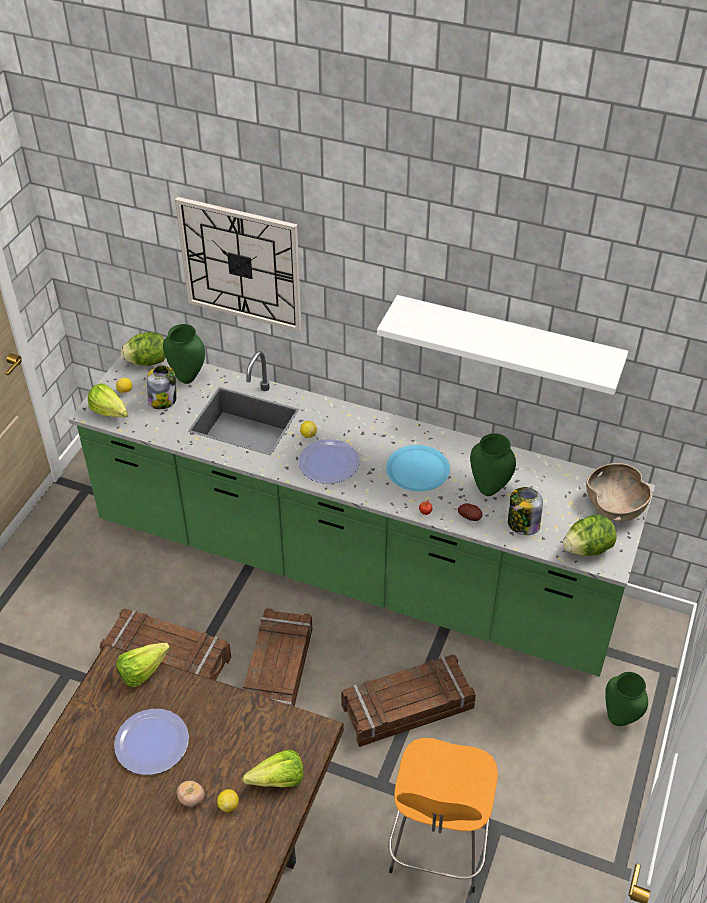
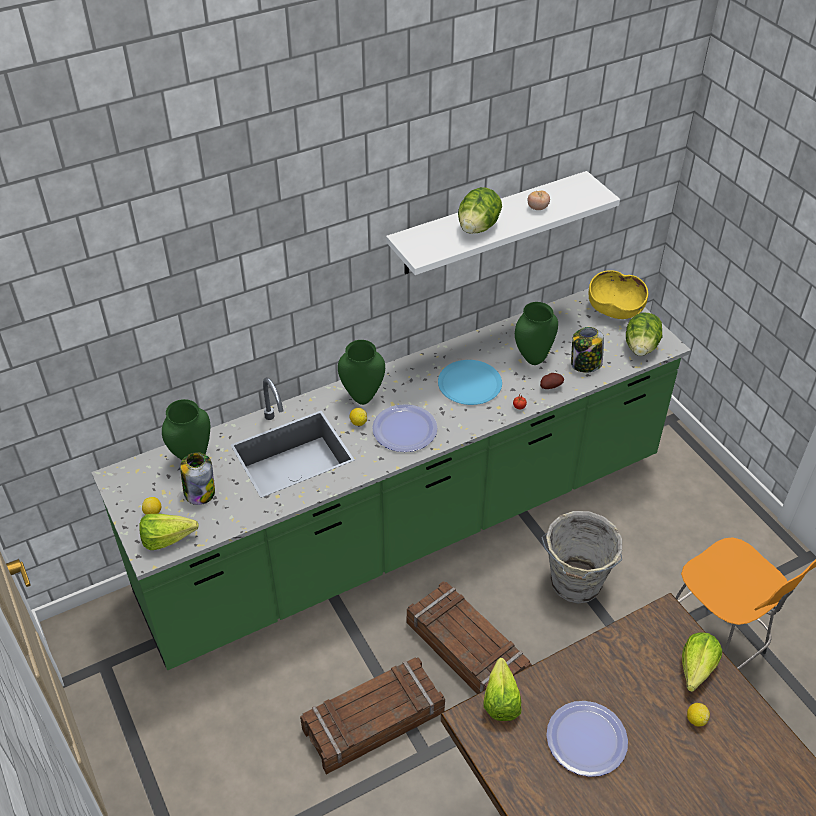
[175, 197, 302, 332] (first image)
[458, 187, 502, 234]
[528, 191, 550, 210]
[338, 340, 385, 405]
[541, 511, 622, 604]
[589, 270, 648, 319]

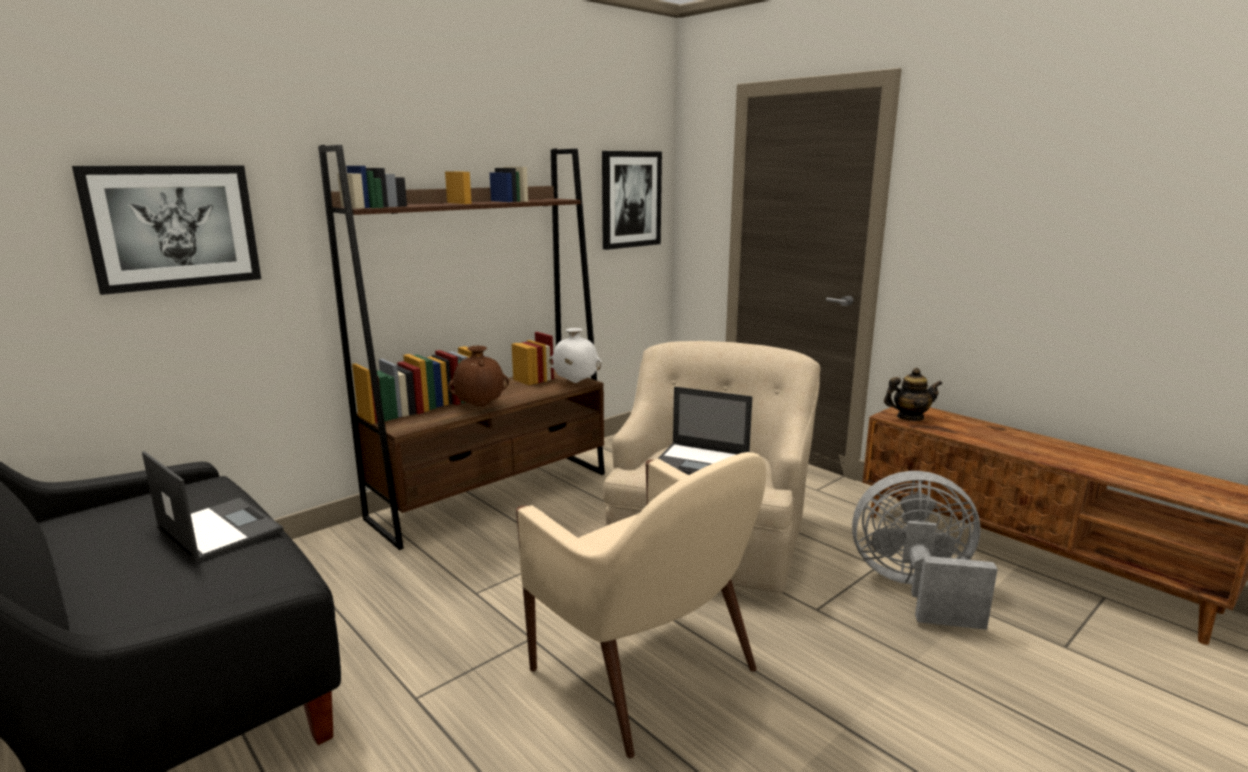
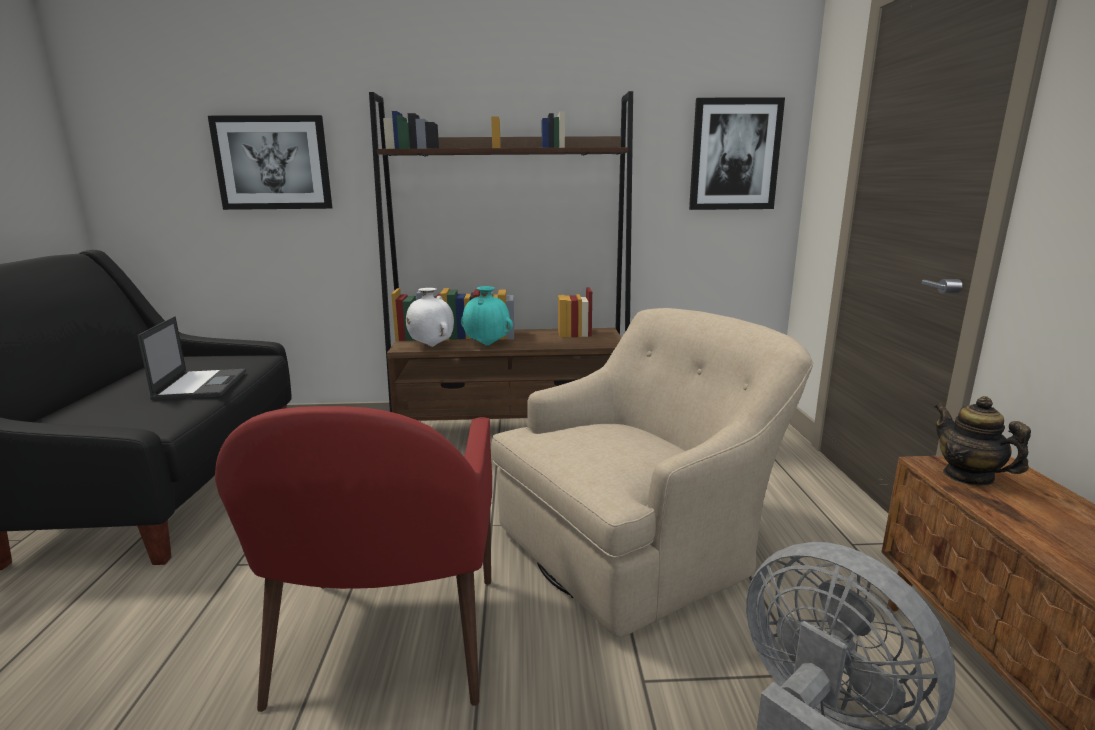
[658, 386, 753, 475] (first image)
[406, 288, 454, 347]
[461, 286, 513, 346]
[215, 406, 492, 712]
[935, 396, 1031, 486]

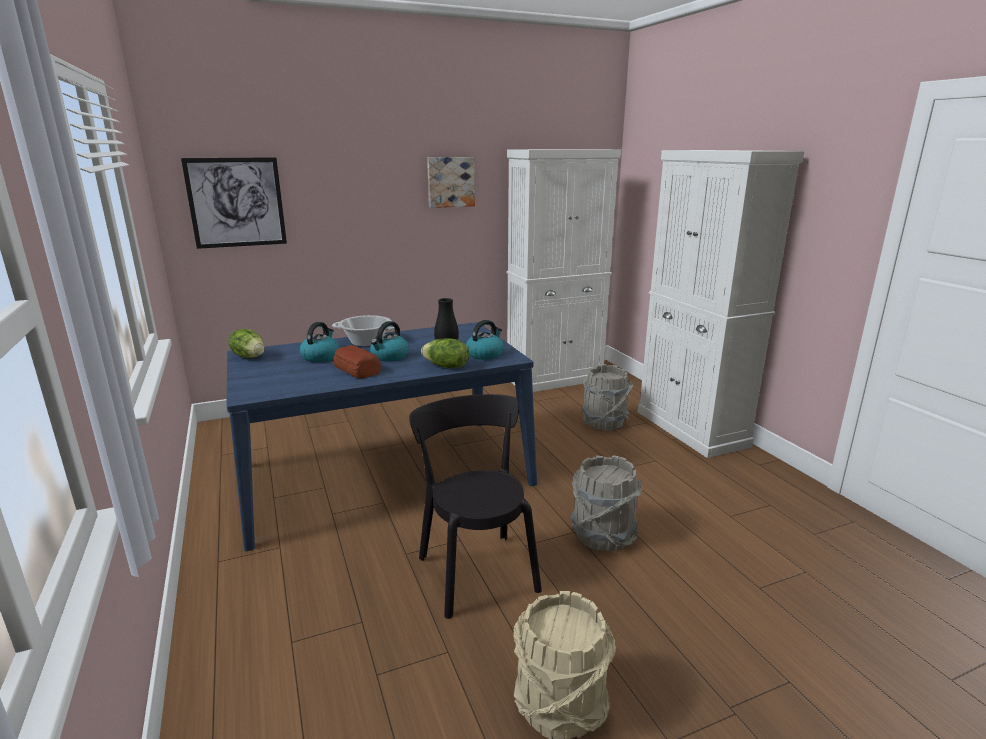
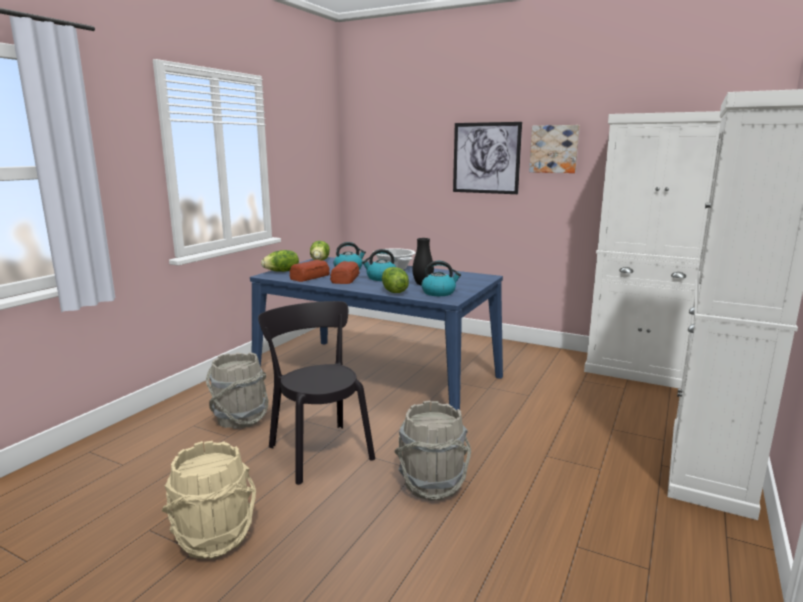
[261, 250, 299, 272]
[290, 260, 330, 282]
[453, 122, 522, 194]
[206, 352, 269, 429]
[258, 301, 375, 485]

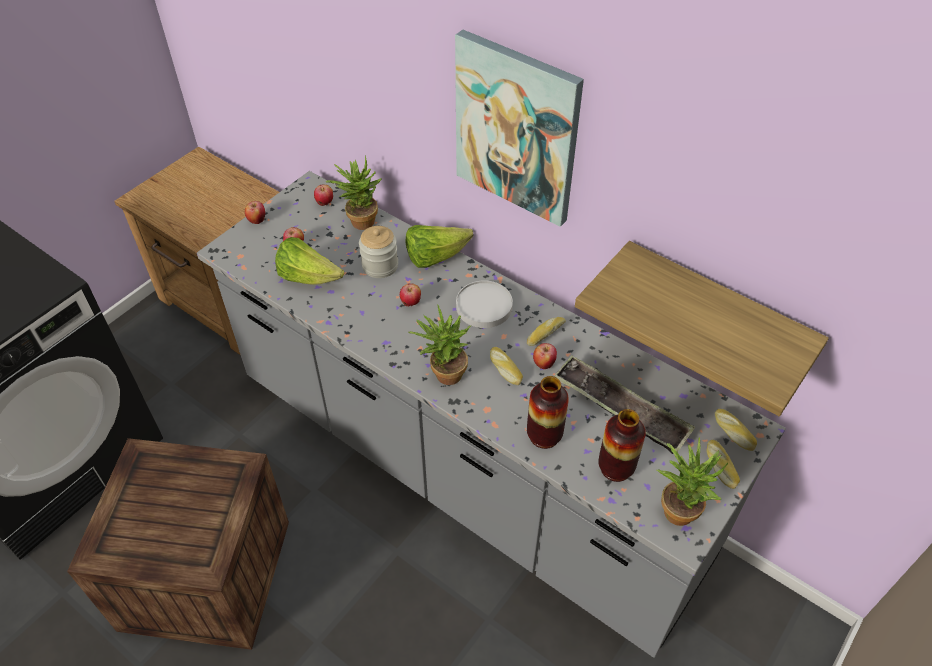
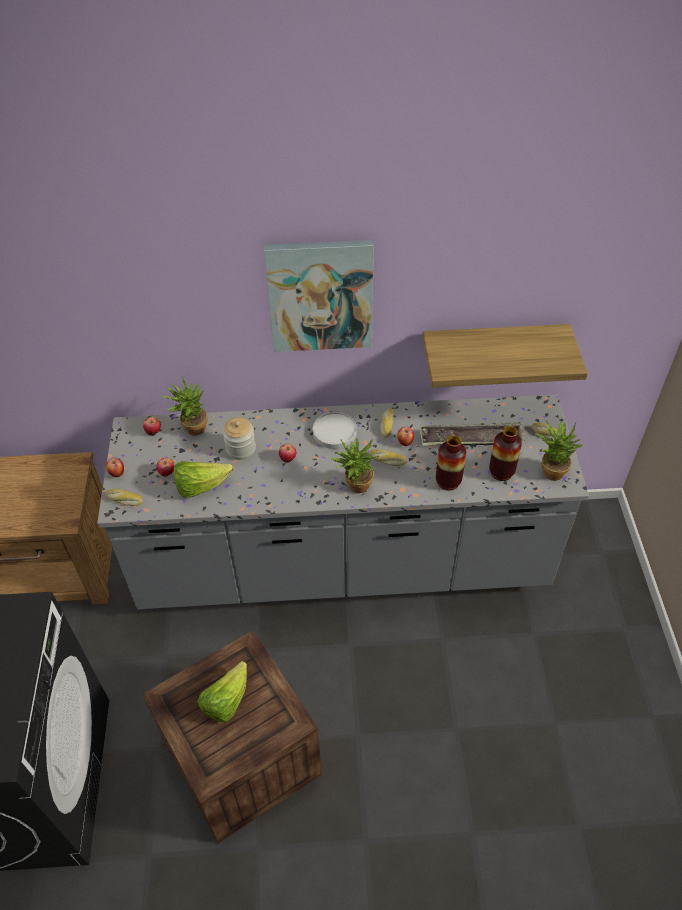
[198, 661, 247, 722]
[106, 489, 143, 506]

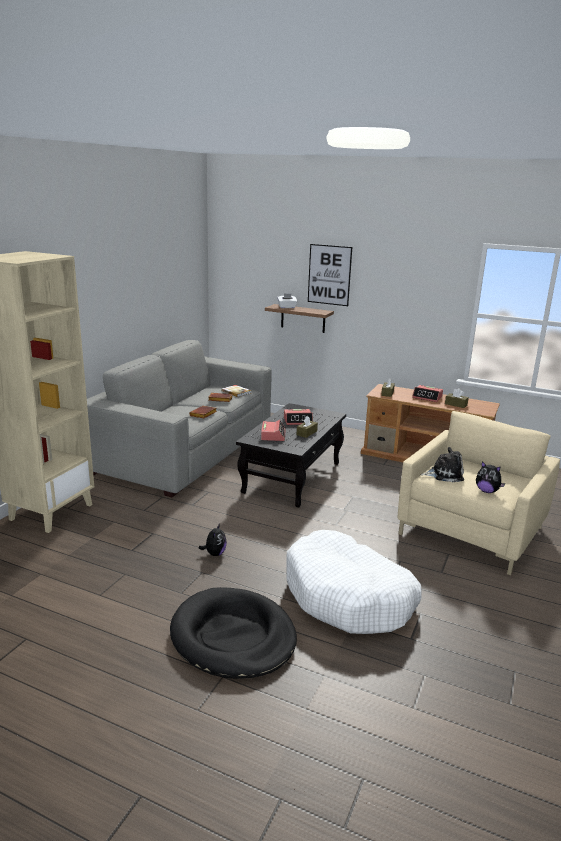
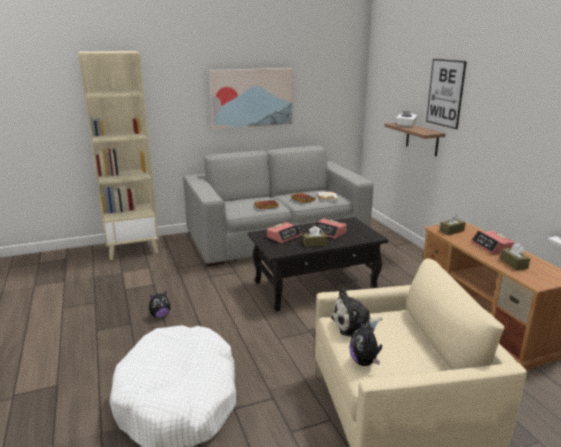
[170, 587, 297, 679] (first image)
[209, 68, 293, 129]
[331, 288, 382, 337]

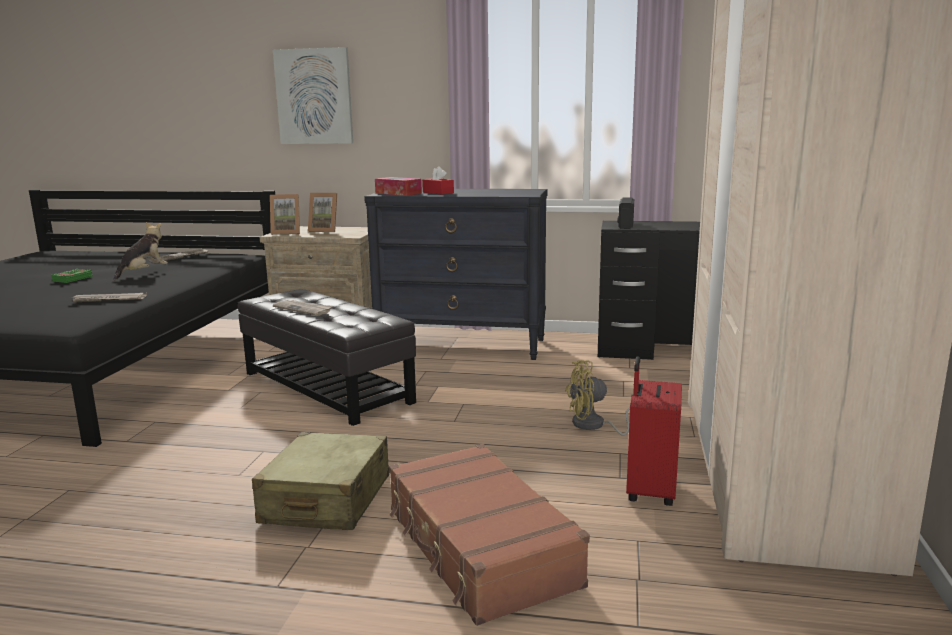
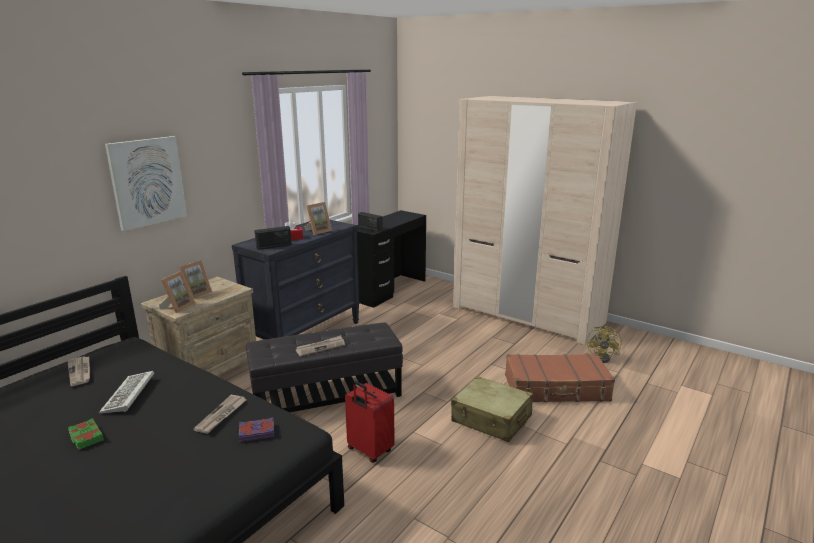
[238, 418, 274, 442]
[305, 202, 332, 235]
[586, 325, 622, 363]
[345, 381, 395, 463]
[99, 371, 154, 413]
[254, 226, 292, 250]

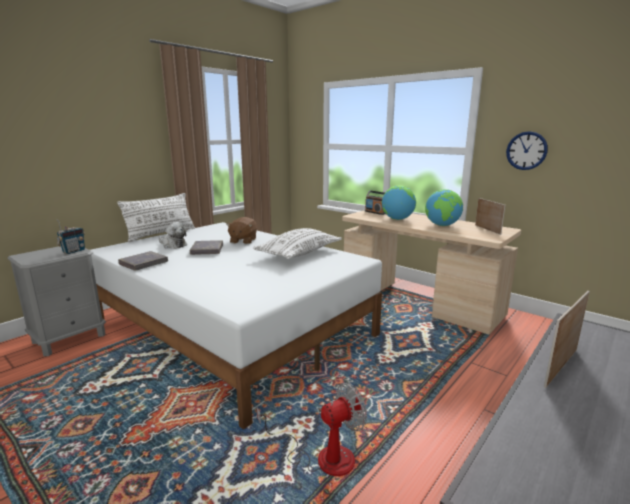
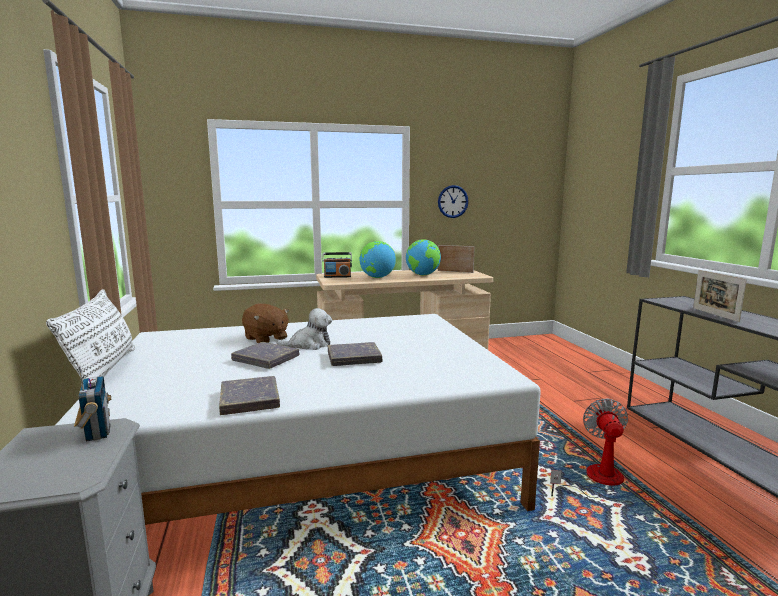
[253, 228, 342, 259] (first image)
[328, 342, 383, 366]
[277, 308, 332, 350]

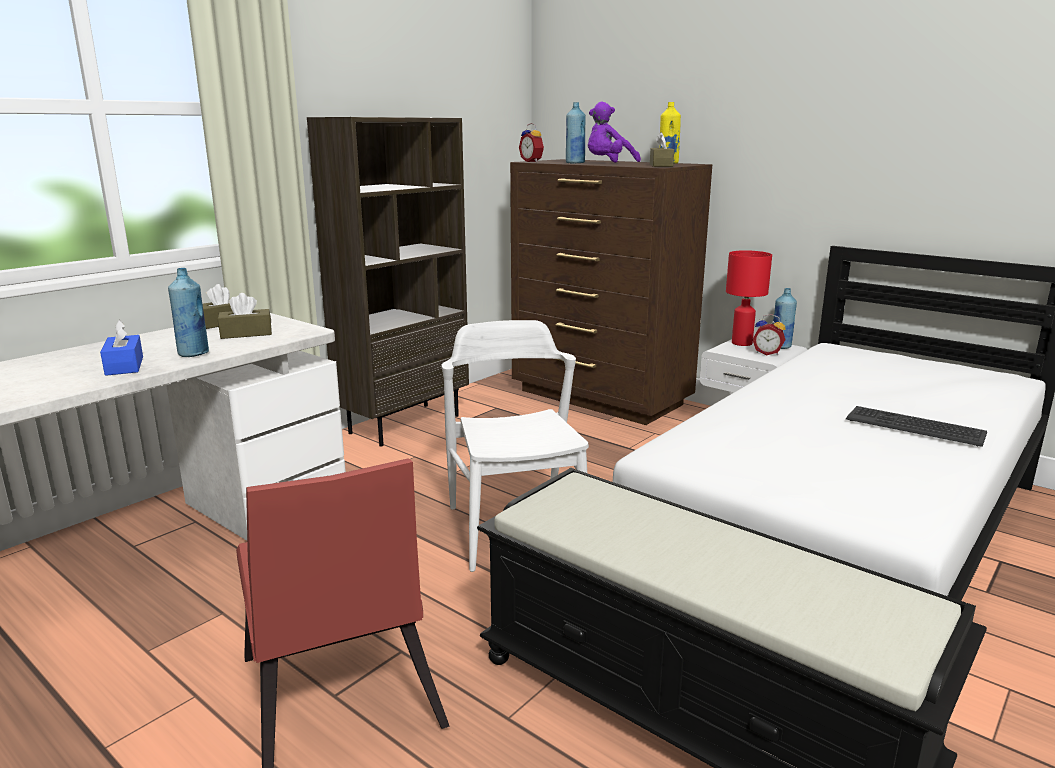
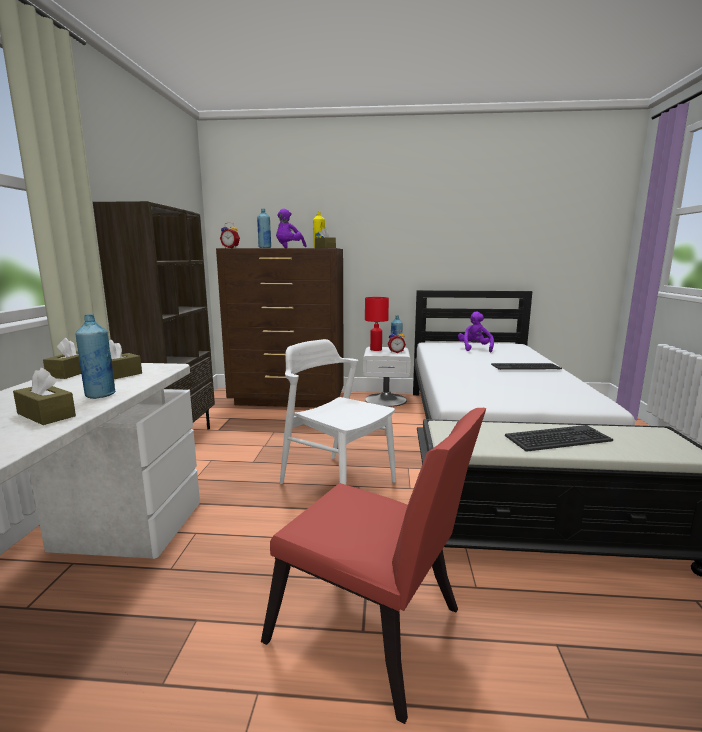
[458, 311, 494, 352]
[505, 425, 613, 452]
[13, 368, 76, 425]

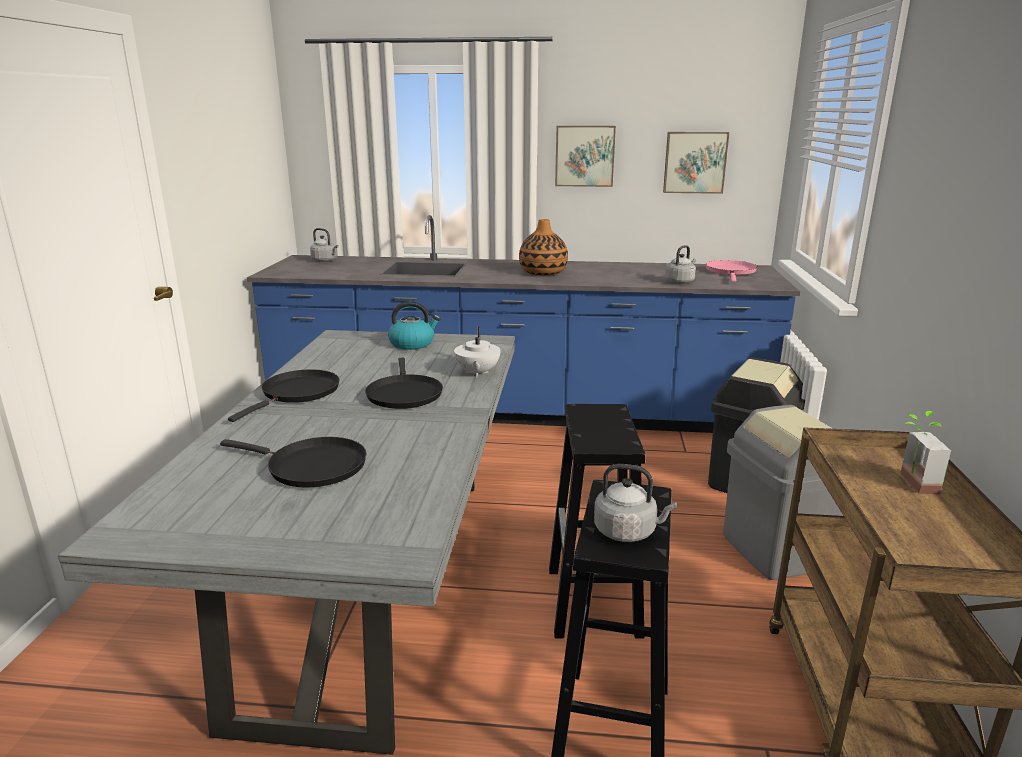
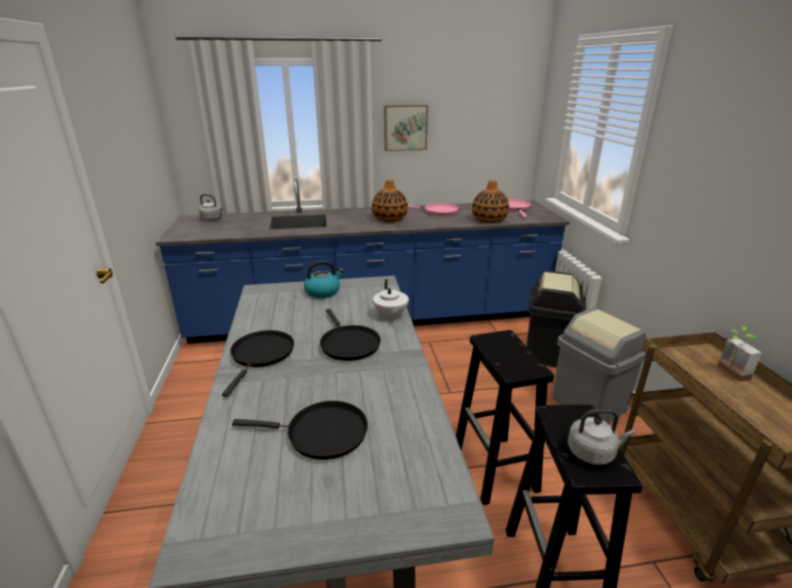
[663, 132, 729, 194] (first image)
[408, 203, 460, 216]
[472, 180, 509, 223]

